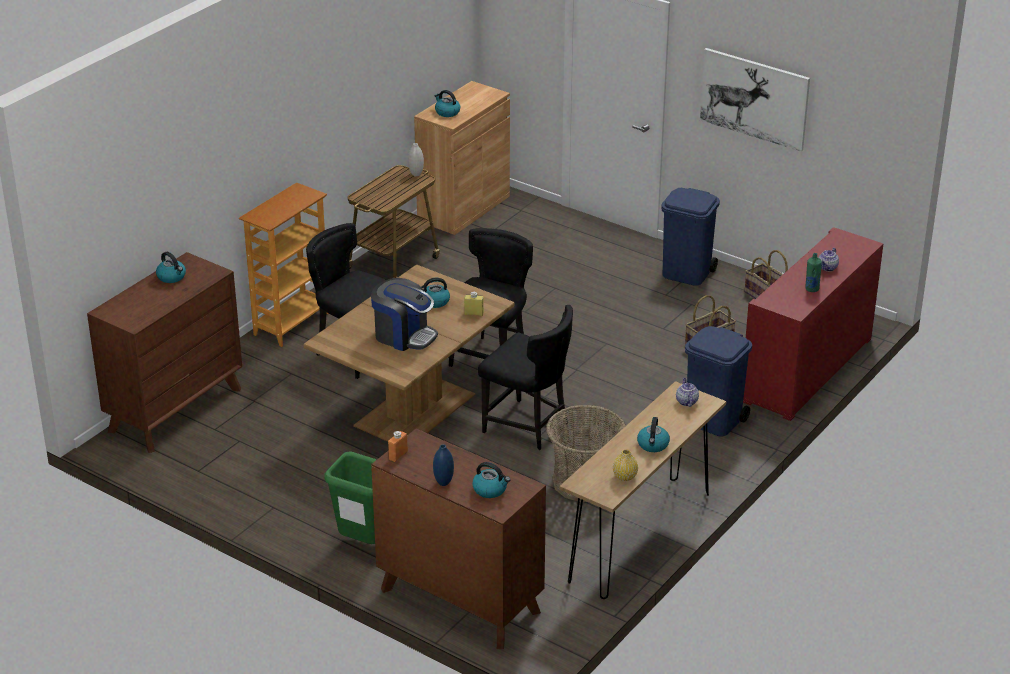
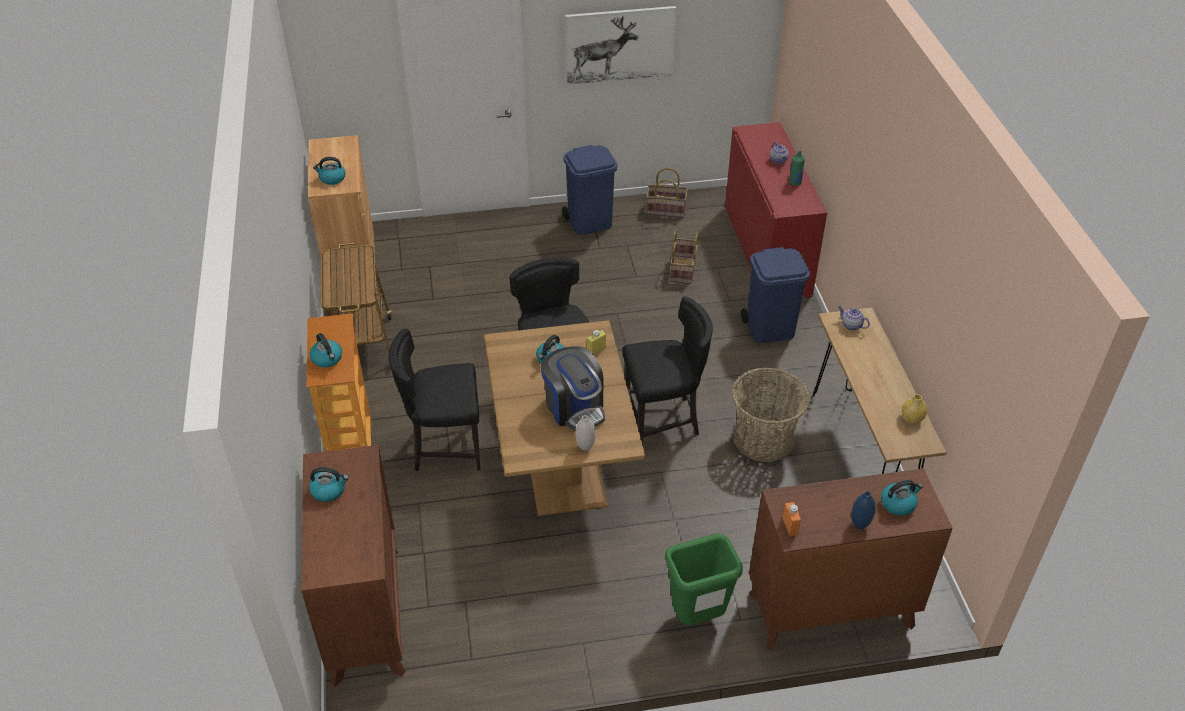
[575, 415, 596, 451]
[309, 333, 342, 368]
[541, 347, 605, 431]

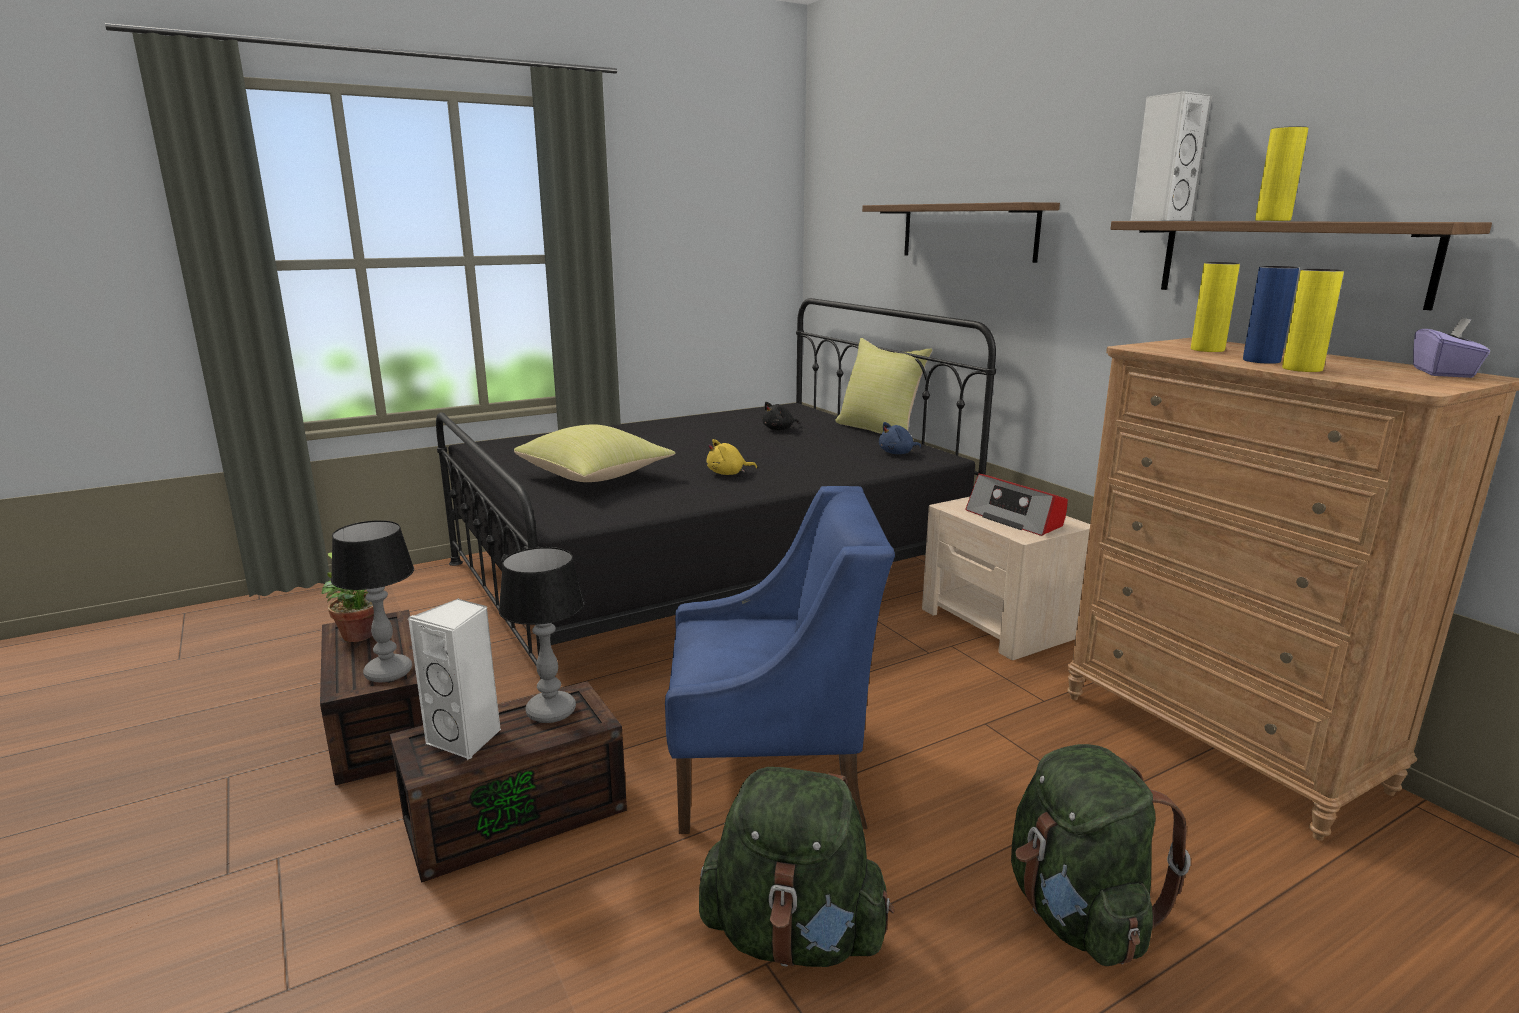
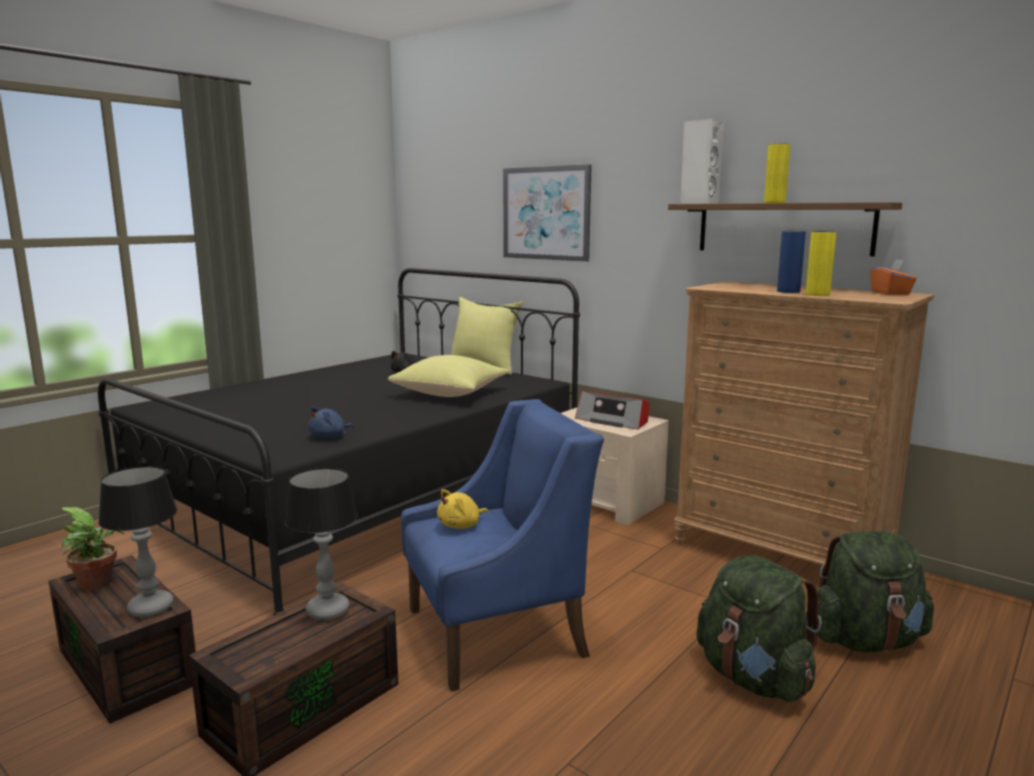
[408, 598, 501, 760] (first image)
[1191, 262, 1240, 352] (first image)
[388, 355, 509, 397]
[817, 531, 934, 652]
[437, 489, 489, 529]
[308, 406, 354, 439]
[503, 164, 592, 262]
[870, 259, 917, 295]

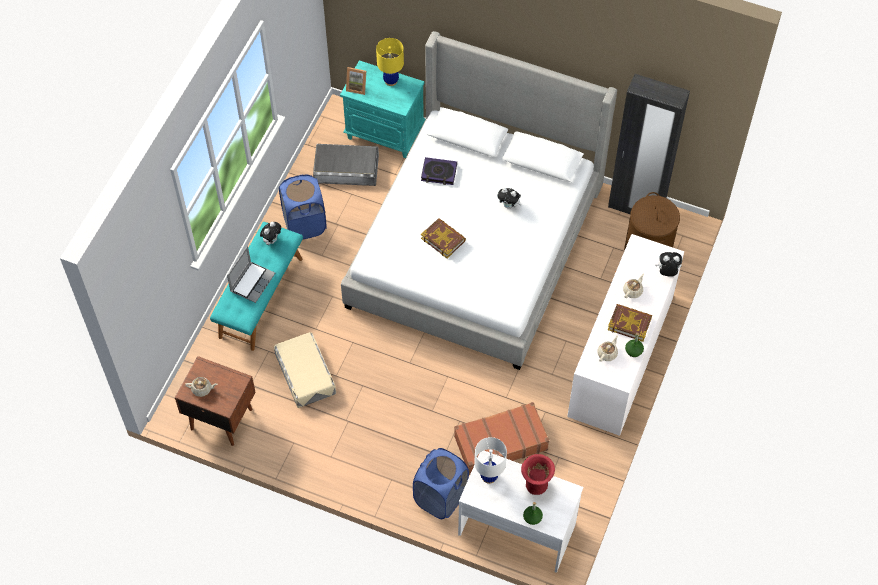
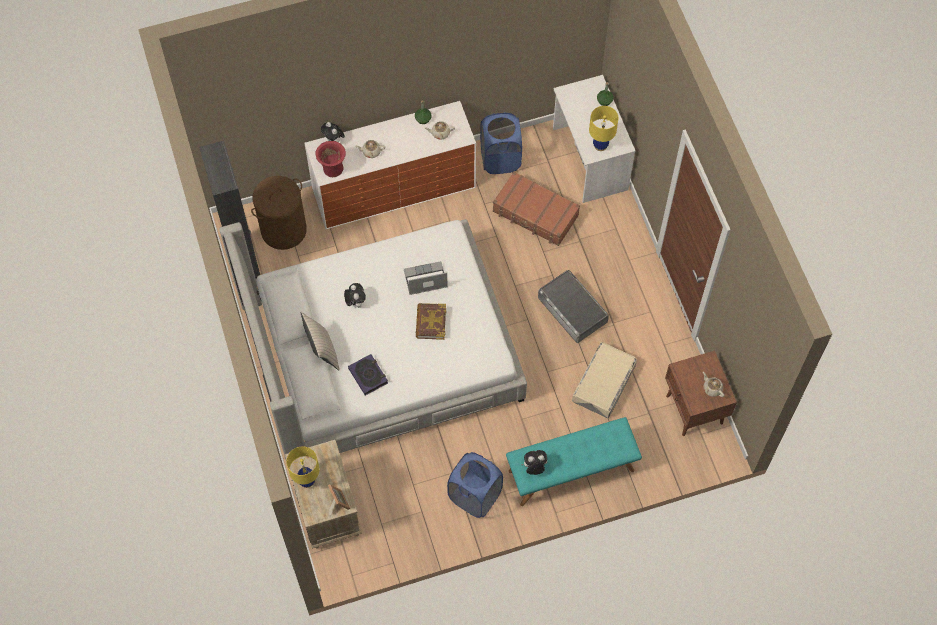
[608, 304, 652, 342] (first image)
[301, 312, 340, 370]
[404, 261, 448, 295]
[538, 270, 609, 343]
[480, 112, 522, 174]
[315, 141, 346, 177]
[285, 440, 362, 549]
[589, 106, 618, 151]

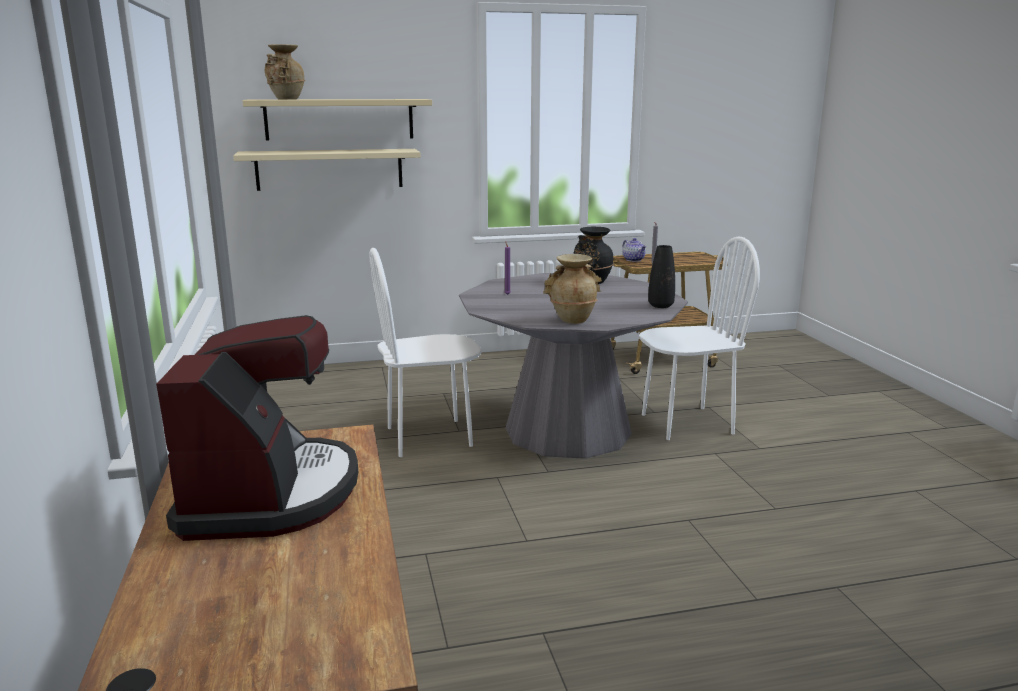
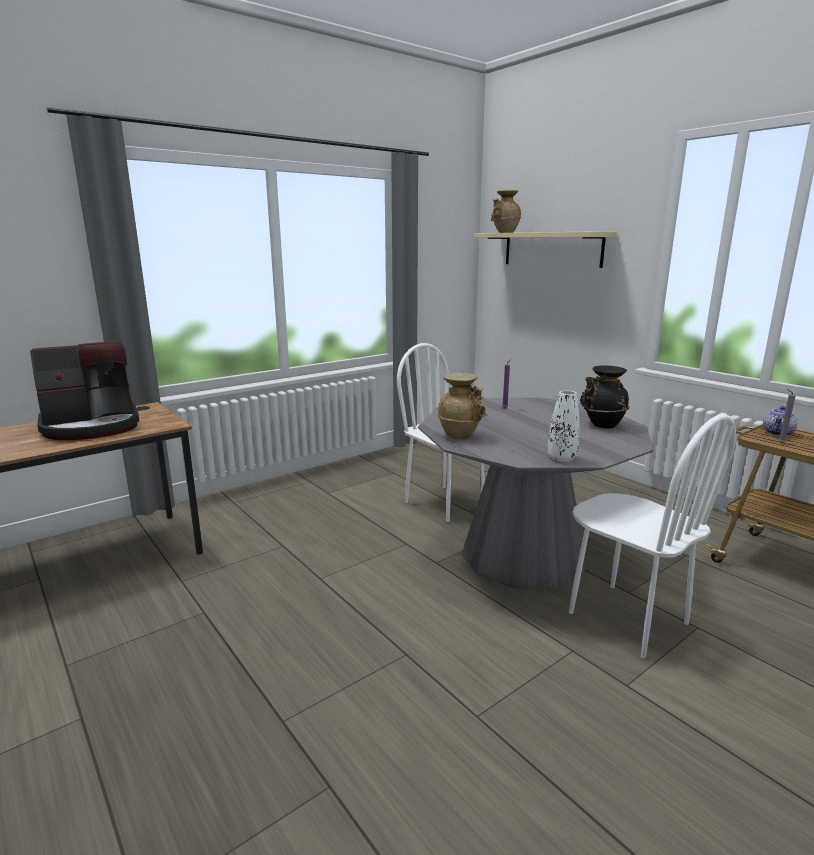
[233, 149, 421, 191] (first image)
[548, 390, 580, 462]

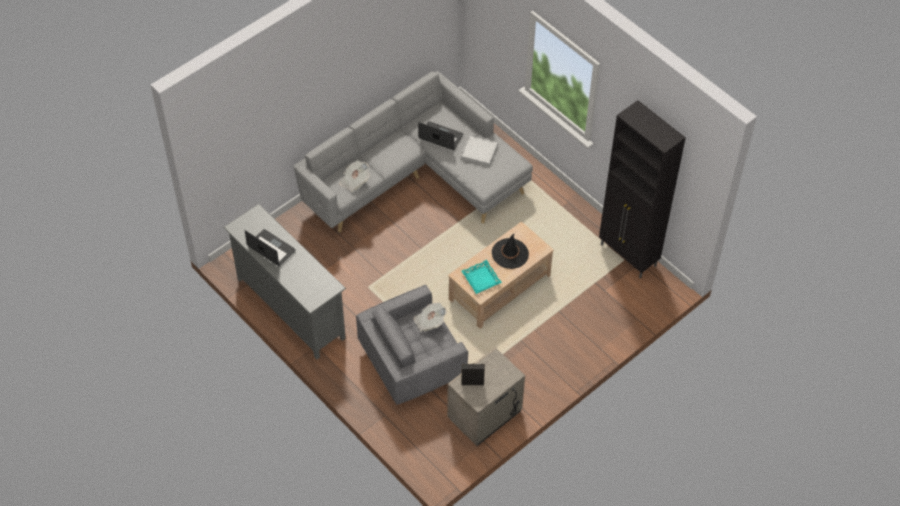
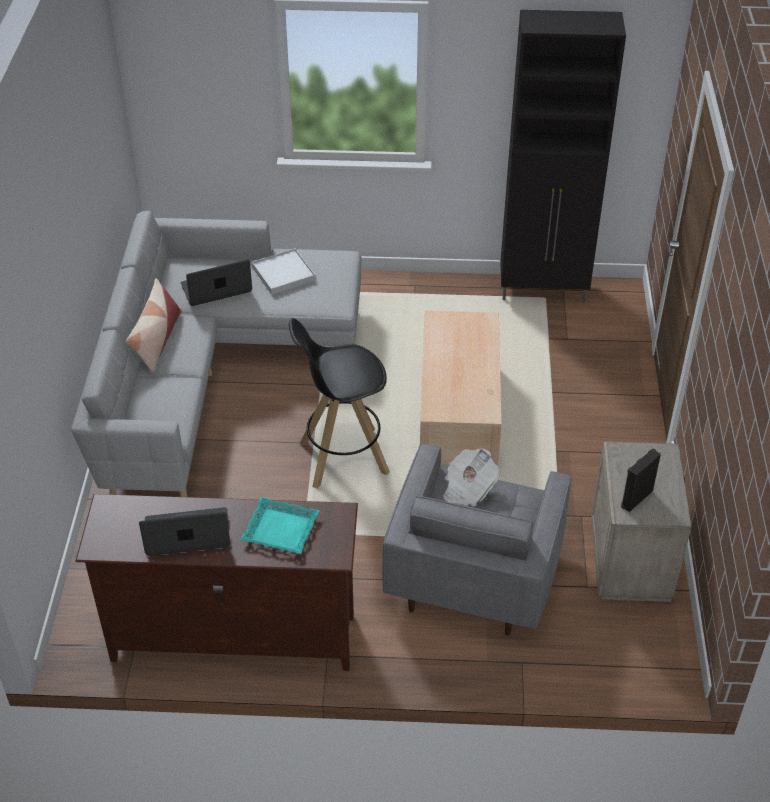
[339, 160, 370, 192] (first image)
[492, 233, 529, 269] (first image)
[126, 278, 182, 373]
[289, 318, 390, 489]
[240, 497, 320, 554]
[75, 494, 358, 671]

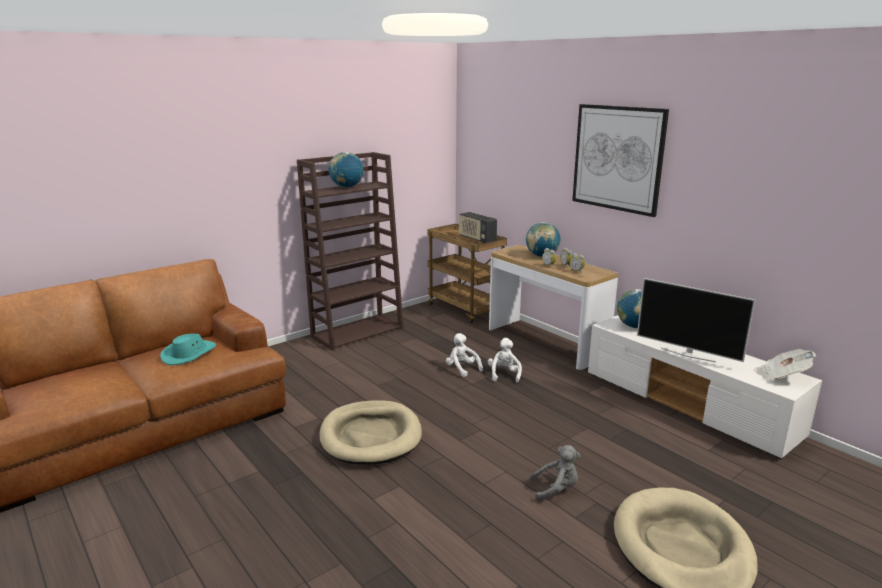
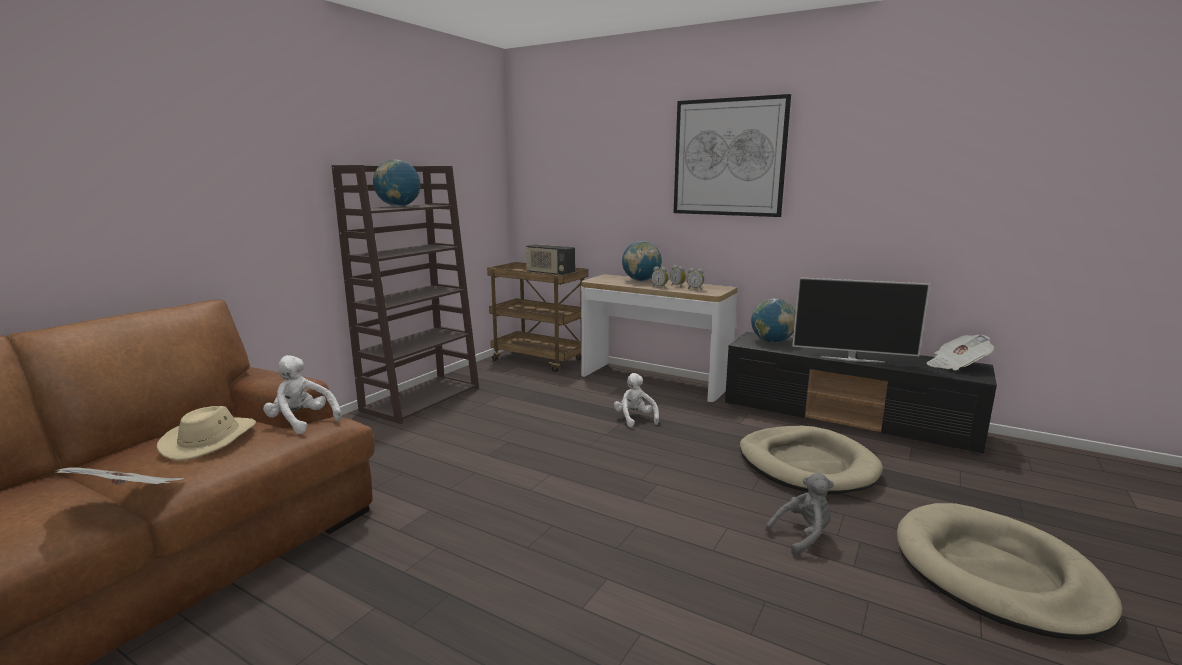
[55, 467, 185, 485]
[740, 426, 883, 494]
[263, 355, 341, 434]
[157, 406, 256, 461]
[725, 332, 997, 455]

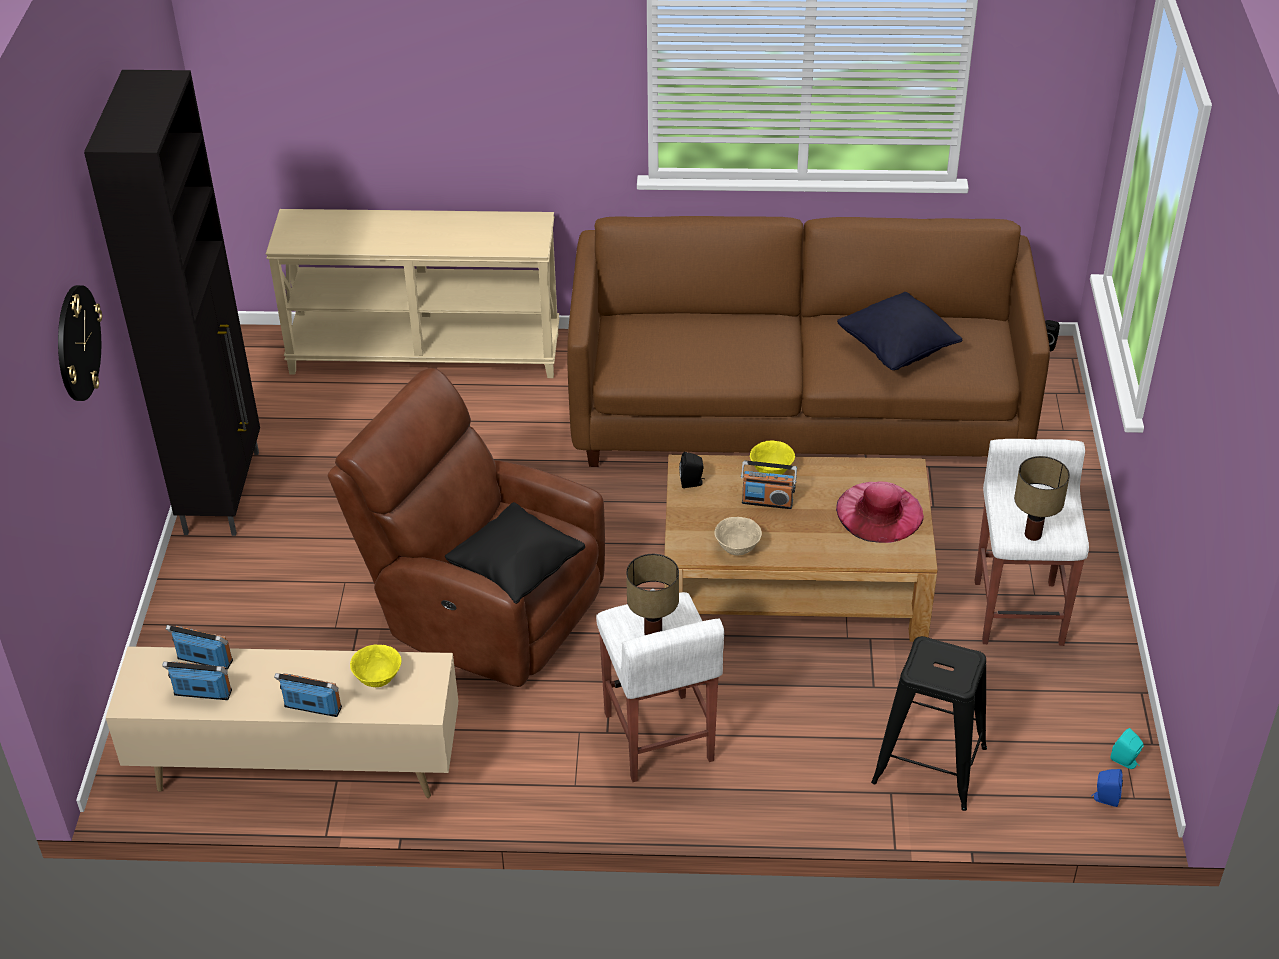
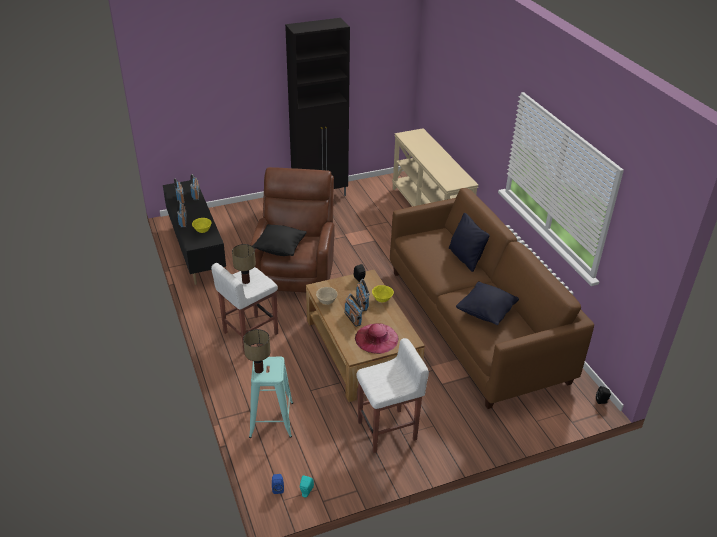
[58, 285, 102, 401] (first image)
[344, 294, 364, 327]
[449, 213, 490, 272]
[243, 329, 271, 373]
[163, 180, 226, 285]
[249, 356, 293, 438]

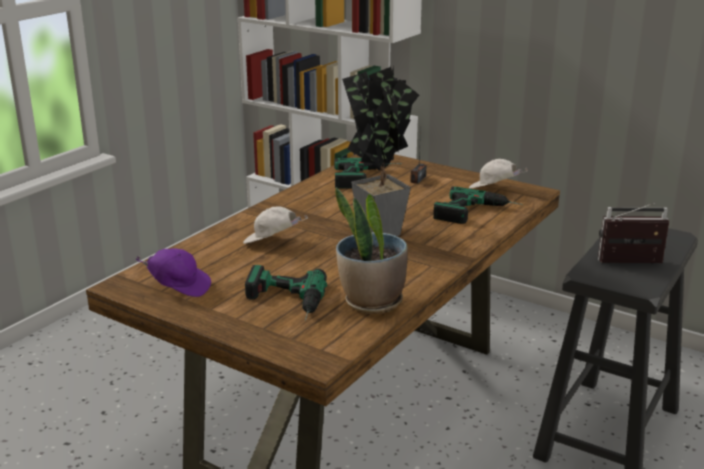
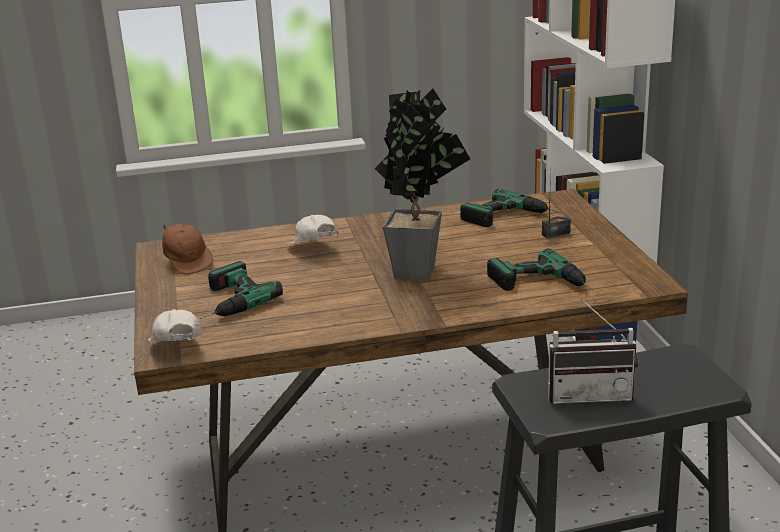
[335, 188, 408, 314] (first image)
[148, 309, 202, 341]
[162, 223, 213, 275]
[548, 297, 638, 404]

